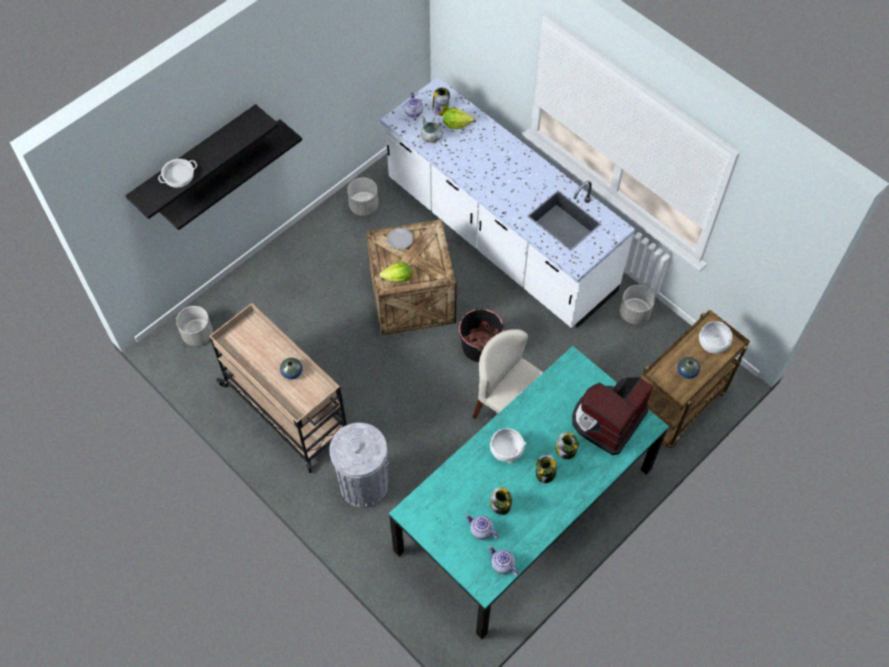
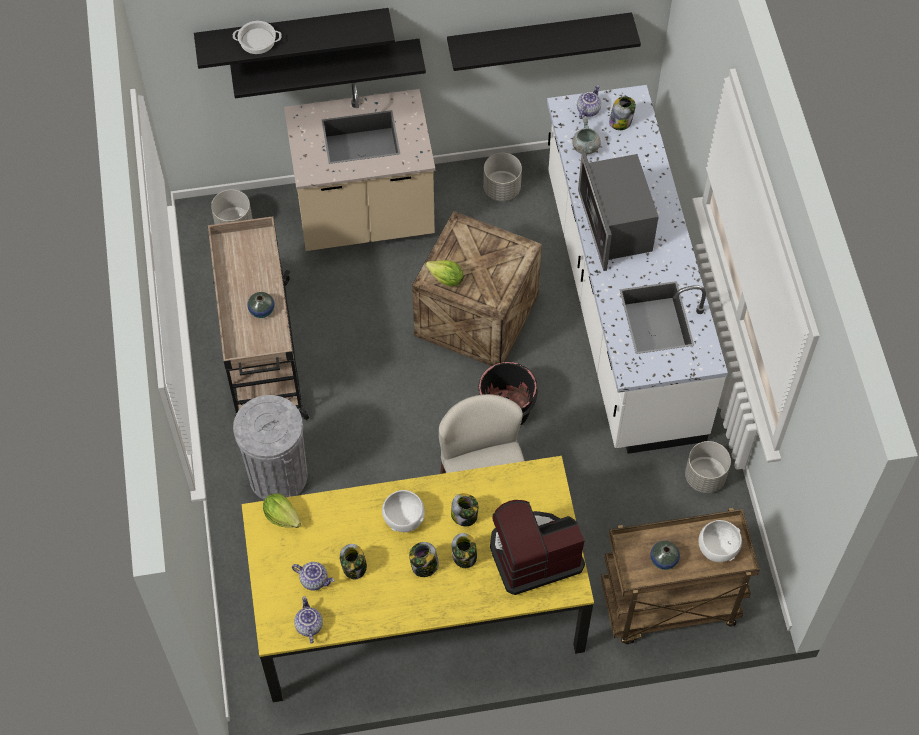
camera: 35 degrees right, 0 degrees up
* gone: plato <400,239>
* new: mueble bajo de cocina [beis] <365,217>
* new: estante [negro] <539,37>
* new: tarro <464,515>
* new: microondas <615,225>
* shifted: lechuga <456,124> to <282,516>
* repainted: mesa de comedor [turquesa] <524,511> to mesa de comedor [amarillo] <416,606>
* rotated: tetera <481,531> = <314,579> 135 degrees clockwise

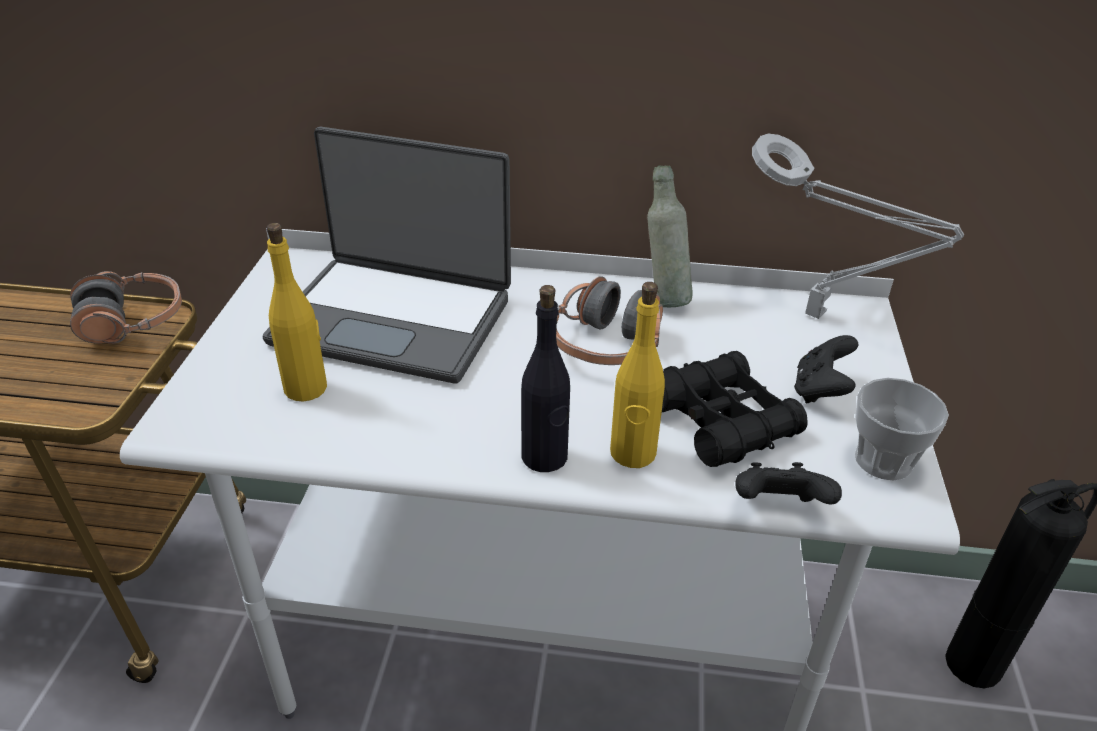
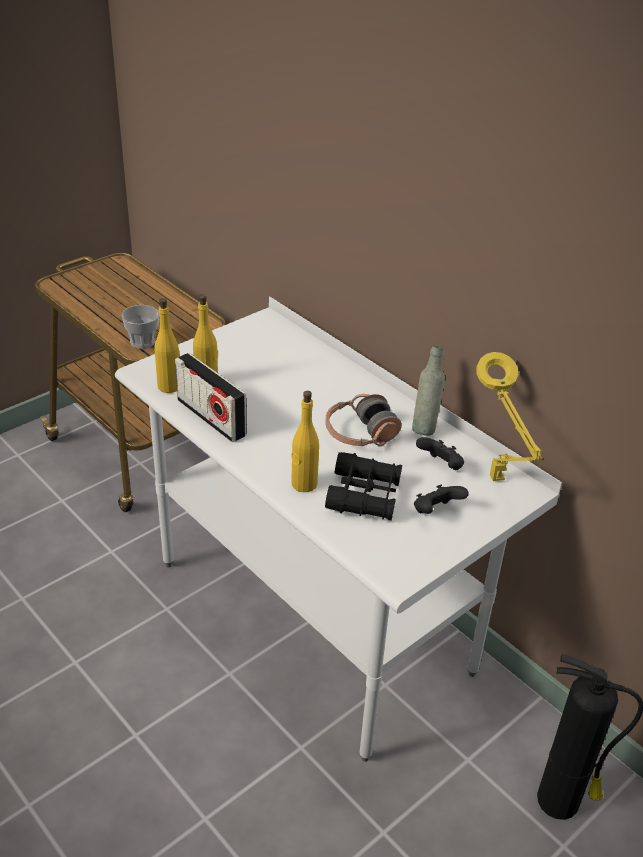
camera: 40 degrees right, 0 degrees up
* gone: auriculares <132,322>
* gone: portátil <395,318>
* gone: botella [negro] <545,457>
* new: botella [amarillo] <169,386>
* new: radio <211,417>
* shifted: mando de consola [negro] <778,507> to <440,466>
* shifted: taza <883,460> to <142,342>
* repainted: lámpara de mesa [gris] <821,317> to lámpara de mesa [amarillo] <498,481>

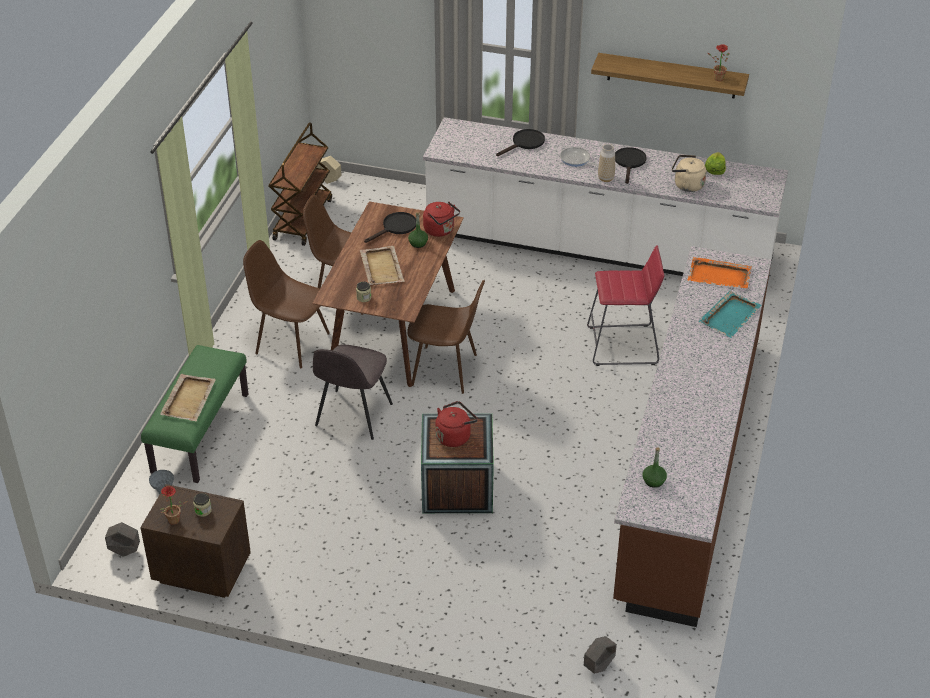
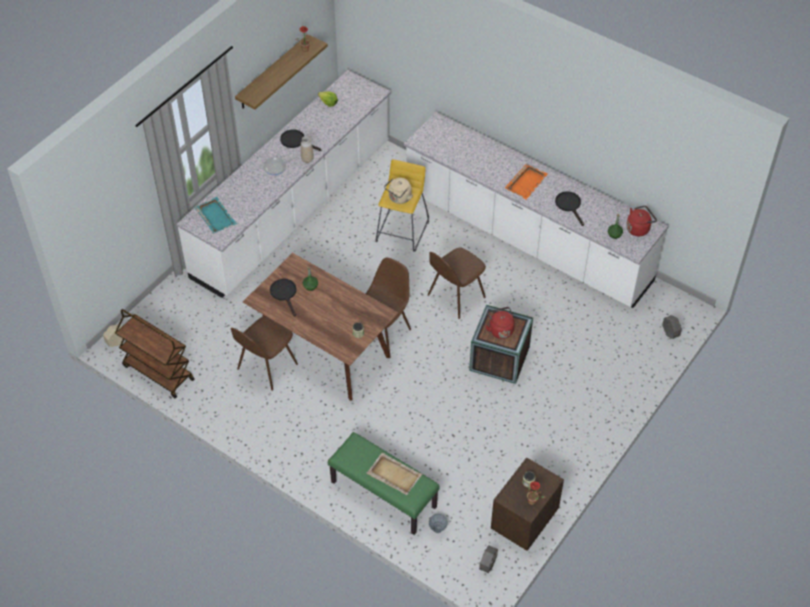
camera: 70 degrees left, 10 degrees up
* gone: silla [gris] <353,416>
* gone: bandeja [beis] <381,267>
* shifted: silla [marrón] <290,343> to <455,297>
* shifted: hervidor [rojo] <440,230> to <639,228>
* shifted: sartén [negro] <525,143> to <569,205>
* shifted: hervidor [beis] <686,185> to <399,198>
* shifted: bandeja [naranja] <720,275> to <526,182>
* shifted: bandeja [turquesa] <730,316> to <215,216>
* repainted: taburete [rojo] <622,345> to taburete [amarillo] <402,231>
* repainted: mueble bajo de cocina [marrón] <688,466> to mueble bajo de cocina [blanco] <526,238>

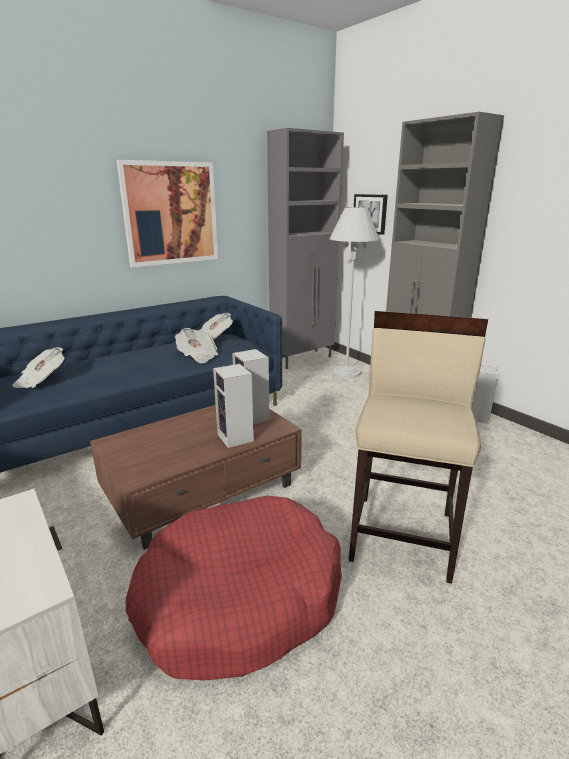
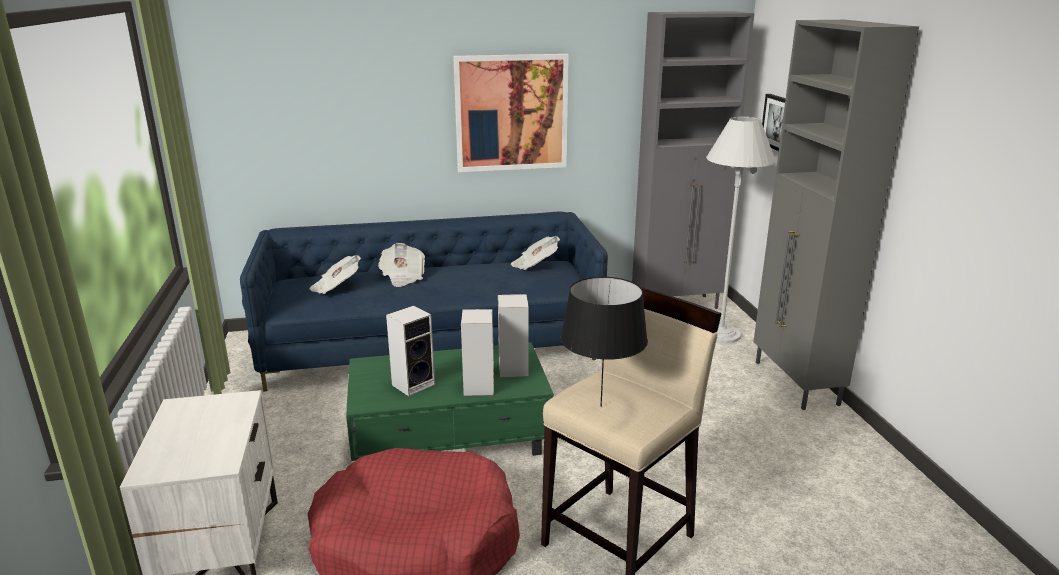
camera: 25 degrees right, 0 degrees up
* new: lámpara de mesa [negro] <601,406>
* shifted: periódico <197,356> to <402,277>
* shifted: altavoz <477,416> to <414,384>
* repainted: mesa de centro [marrón] <204,490> to mesa de centro [verde] <452,436>

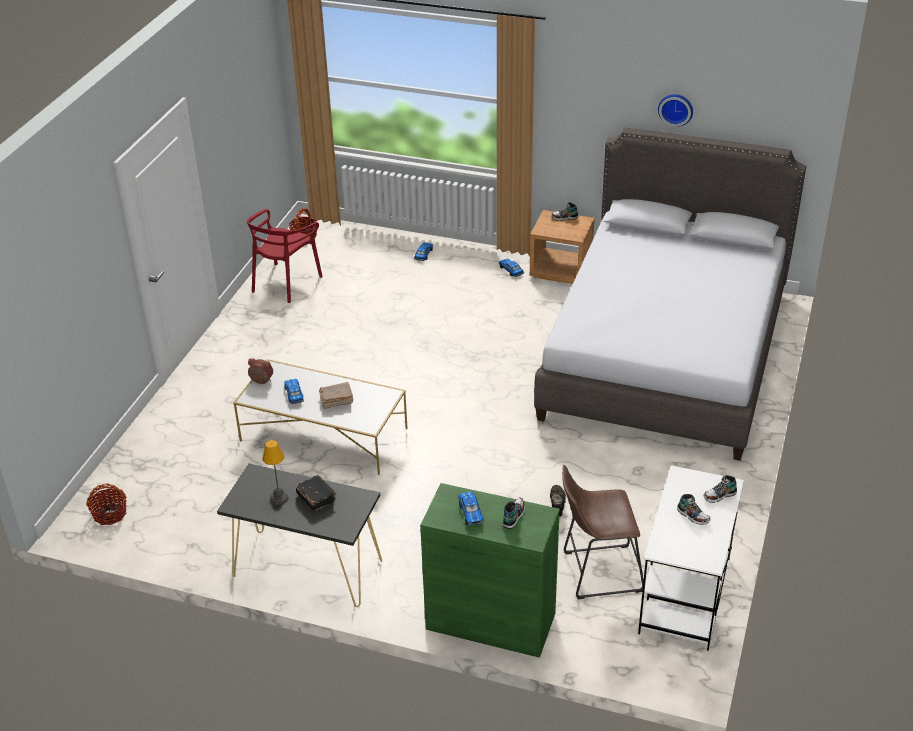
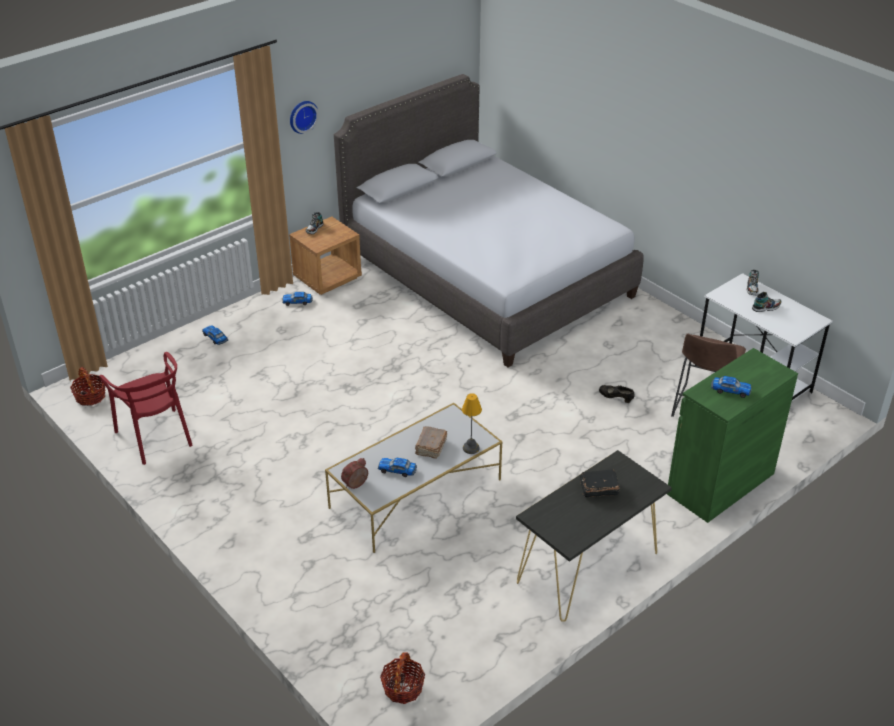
camera: 60 degrees left, 0 degrees up
* gone: zapato <513,516>
* shifted: lámpara de mesa <279,499> to <471,448>
* shifted: reloj de pared <676,109> to <302,116>

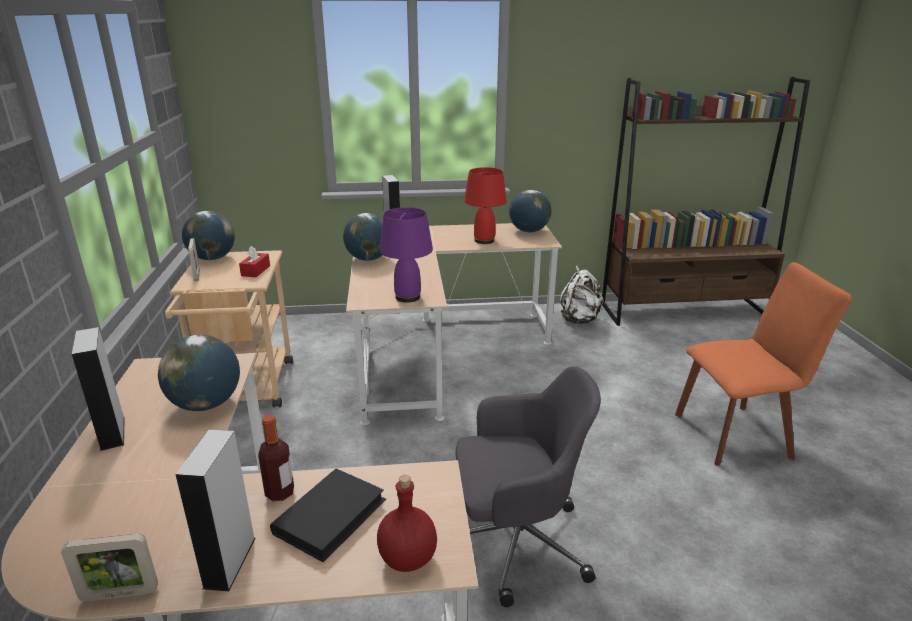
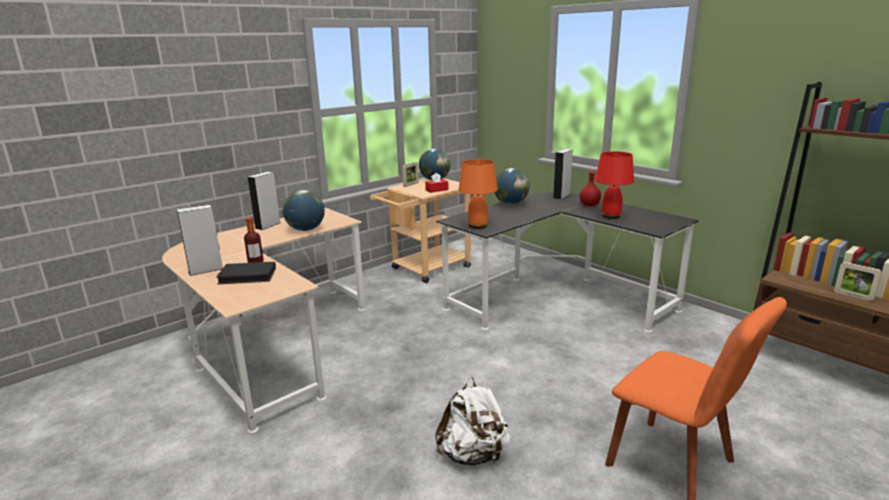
camera: 55 degrees right, 5 degrees down
* gone: silla de oficina [gris] <516,542>
* gone: globo terráqueo <529,231>
* shifted: portarretratos <120,594> to <853,296>
* shifted: botella [rojo] <409,559> to <590,205>
* shifted: mochila [blanco] <579,319> to <473,455>
* repainted: escritorio [beis] <438,351> to escritorio [negro] <557,298>
* repainted: lámpara de mesa [morado] <408,297> to lámpara de mesa [naranja] <478,226>

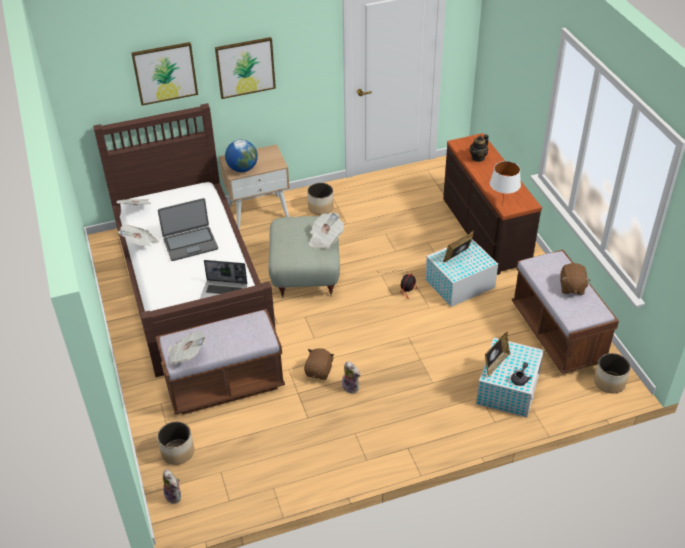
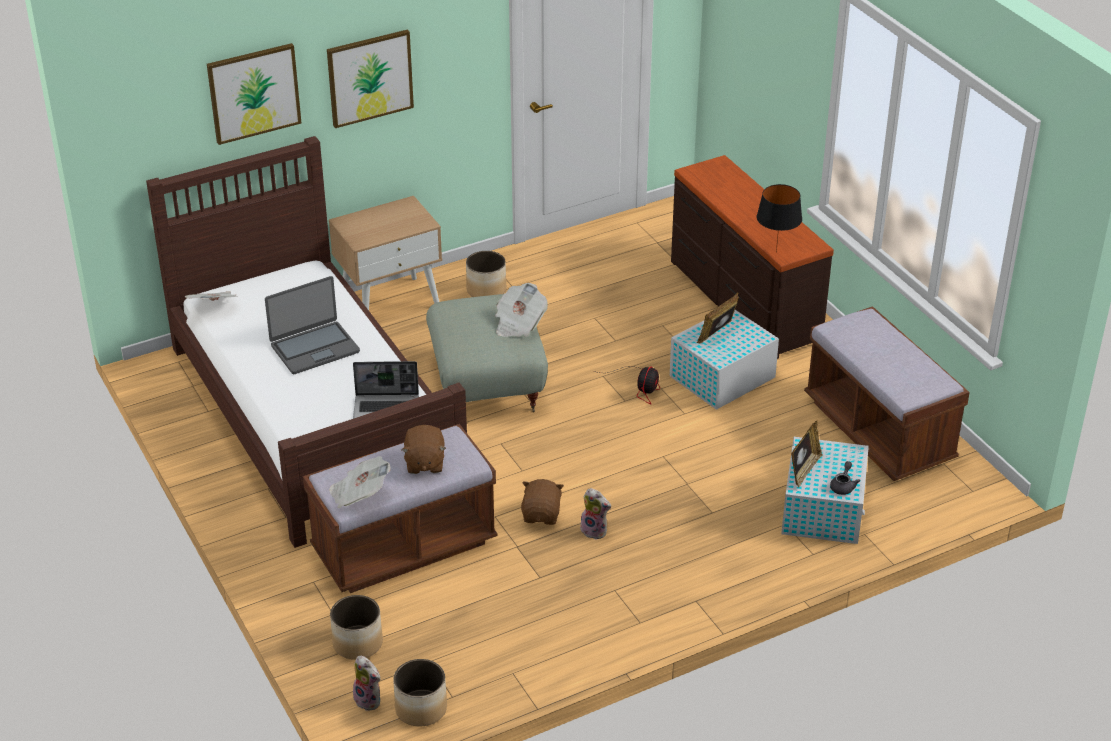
camera: 10 degrees left, 5 degrees down
* gone: periódico <140,243>
* gone: globo terráqueo <242,168>
* gone: tetera <478,157>
* shifted: peluche [marrón] <571,287> to <424,463>
* shifted: maceta <609,382> to <421,709>
* repainted: lámpara de mesa [blanco] <502,205> to lámpara de mesa [negro] <776,252>

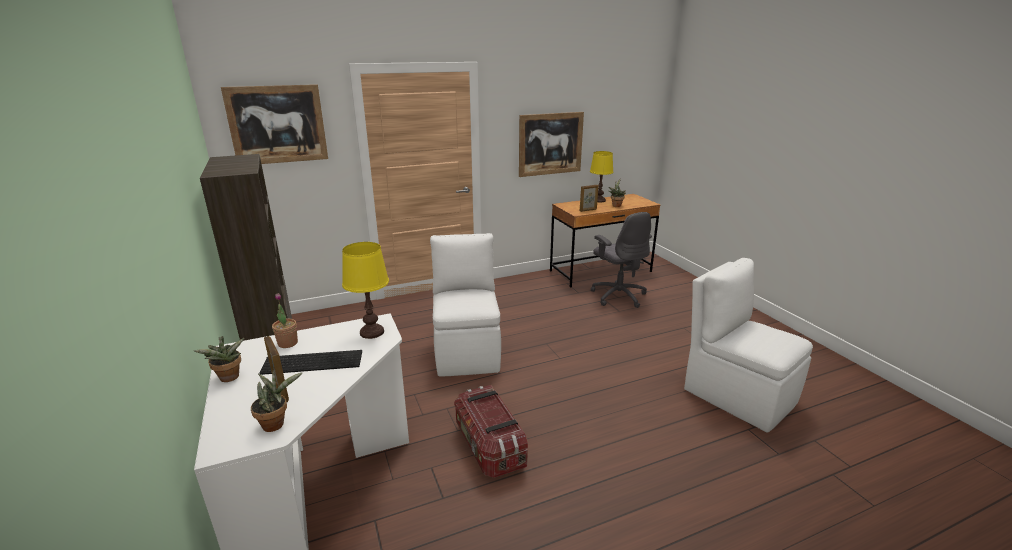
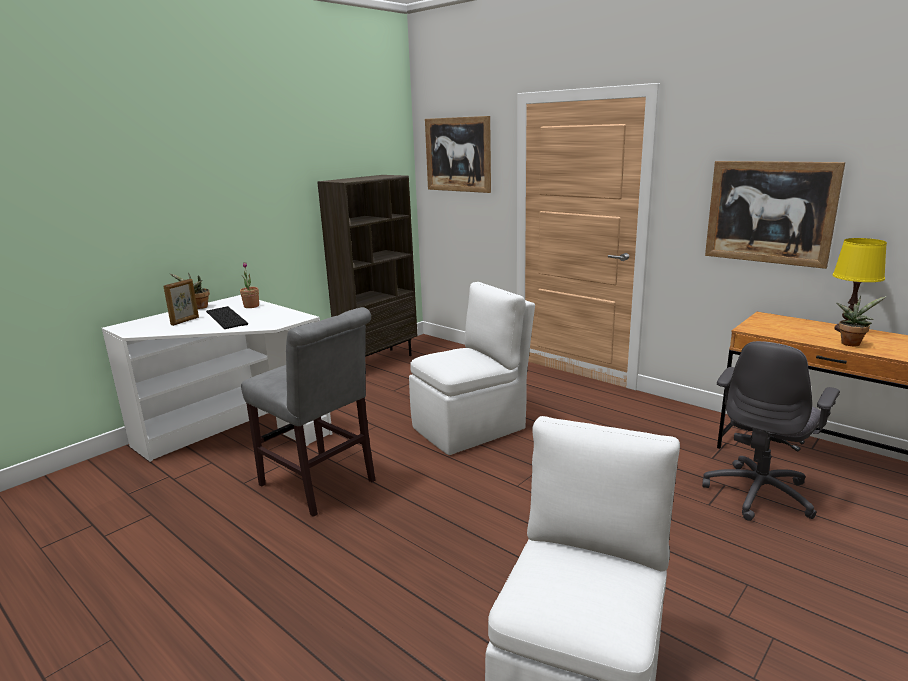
camera: 65 degrees right, 5 degrees down
* gone: planta en maceta <276,424>
* gone: lámpara de mesa [amarillo] <372,332>
* gone: portarretratos <588,210>
* swapped: caja de almacenaje <489,446> to silla [gris] <321,485>

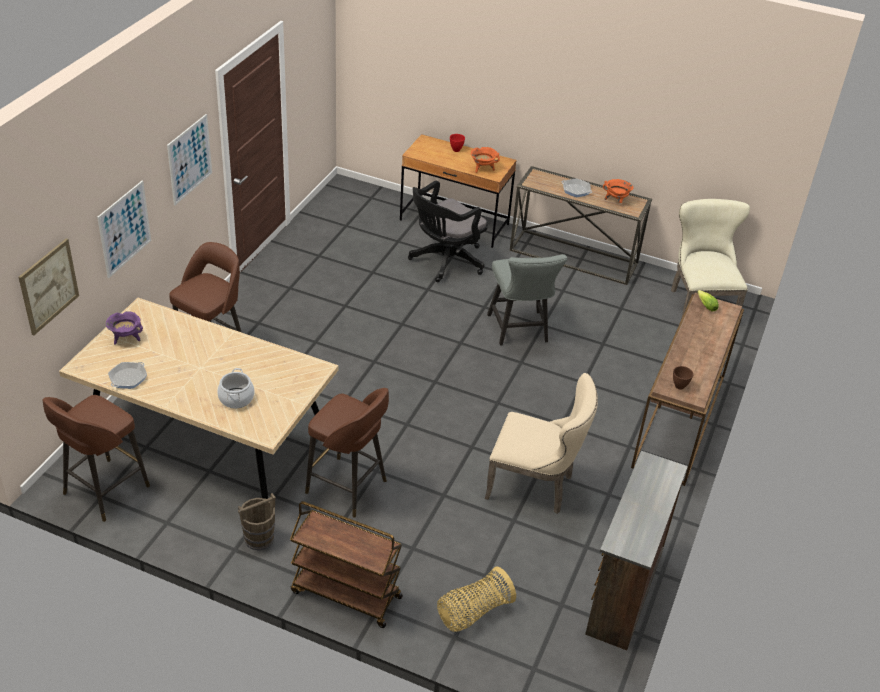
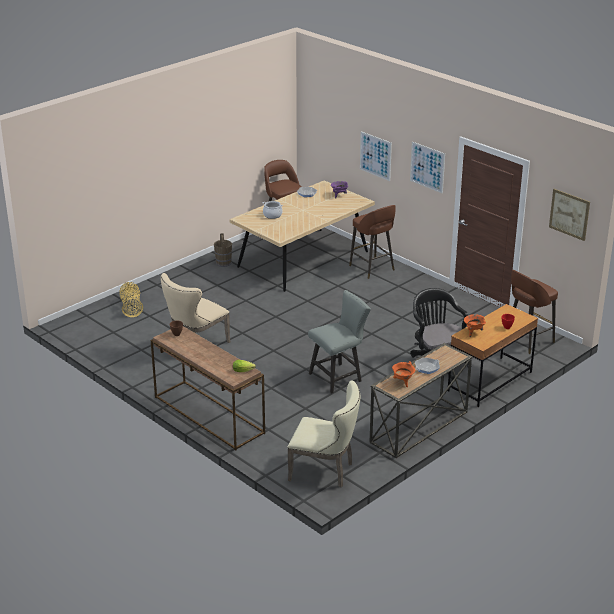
camera: 115 degrees right, 10 degrees down
* gone: carrito [marrón] <345,594>
* gone: cómoda [marrón] <622,592>
* shifted: cuadro <49,286> to <569,214>
* shifted: taburete [marrón] <348,488> to <527,341>
* rotated: silla [gris] <519,331> = <338,376> 135 degrees clockwise

